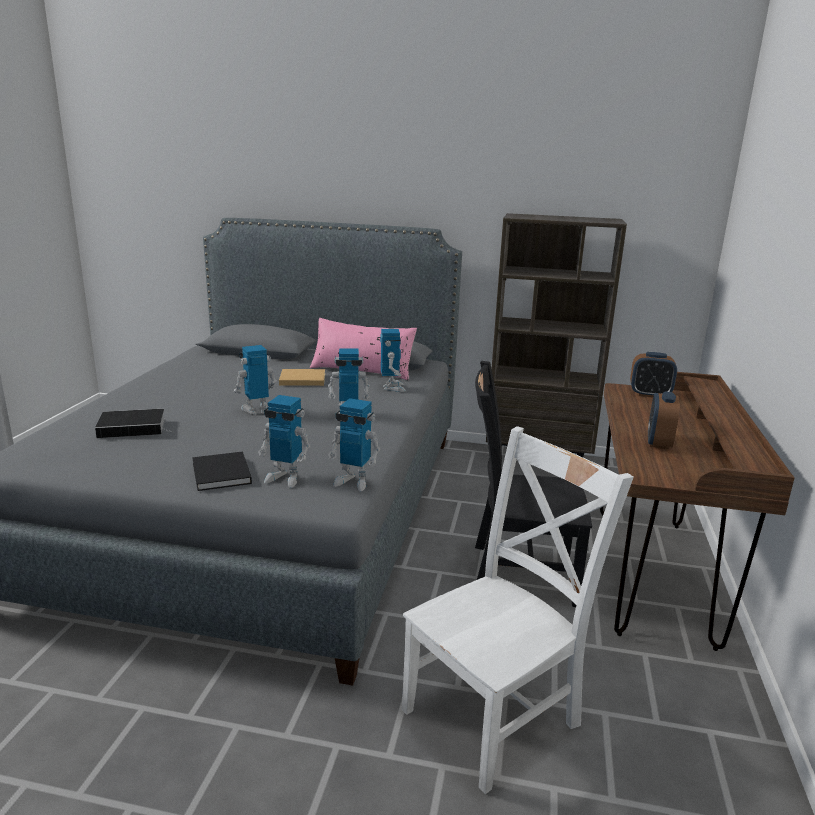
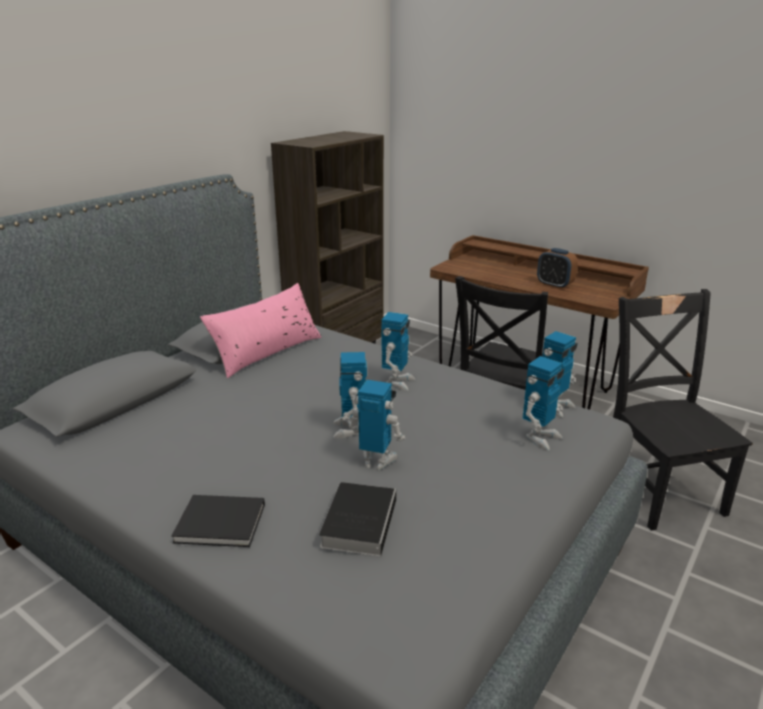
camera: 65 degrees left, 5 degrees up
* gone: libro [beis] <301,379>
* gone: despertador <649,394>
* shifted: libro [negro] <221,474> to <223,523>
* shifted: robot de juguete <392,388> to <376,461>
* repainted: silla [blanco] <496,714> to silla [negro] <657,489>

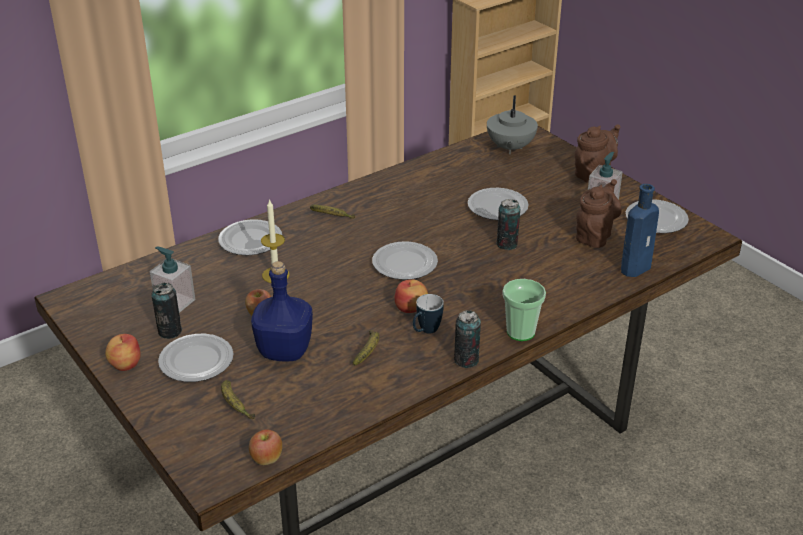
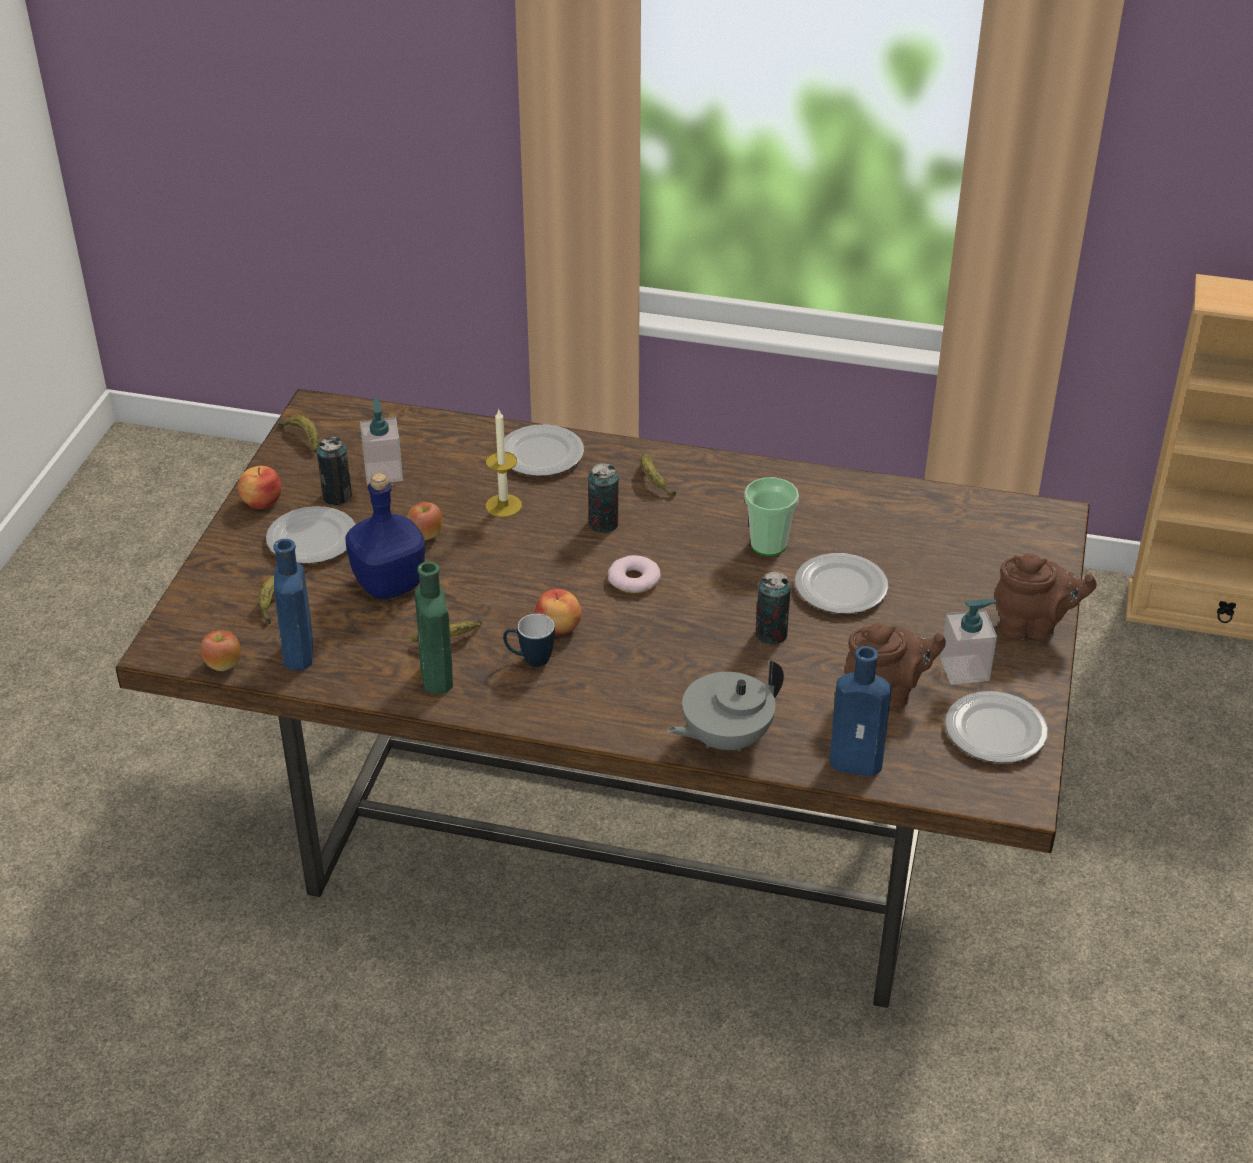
camera: 50 degrees right, 5 degrees up
* new: botella [azul] <299,656>
* new: plátano <303,438>
* new: botella [verde] <437,679>
* shifted: lata <466,360> to <603,524>
* shifted: tetera [gris] <509,148> to <725,738>
* shifted: taza <520,332> to <768,544>
* swapped: plato <404,263> to rosquilla <634,579>

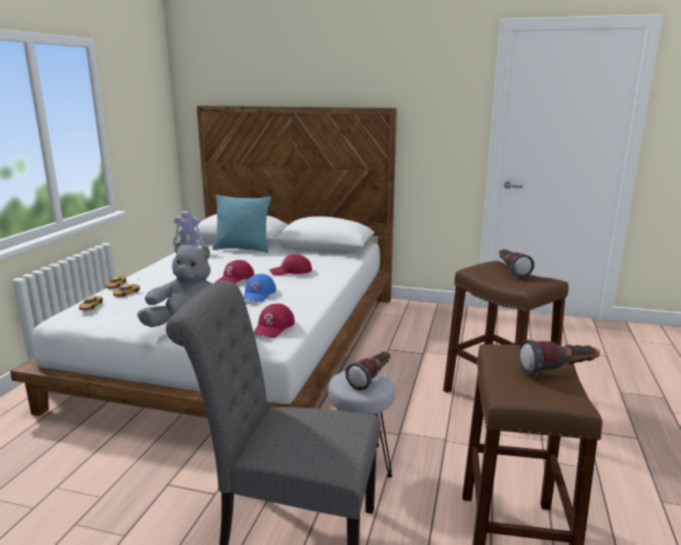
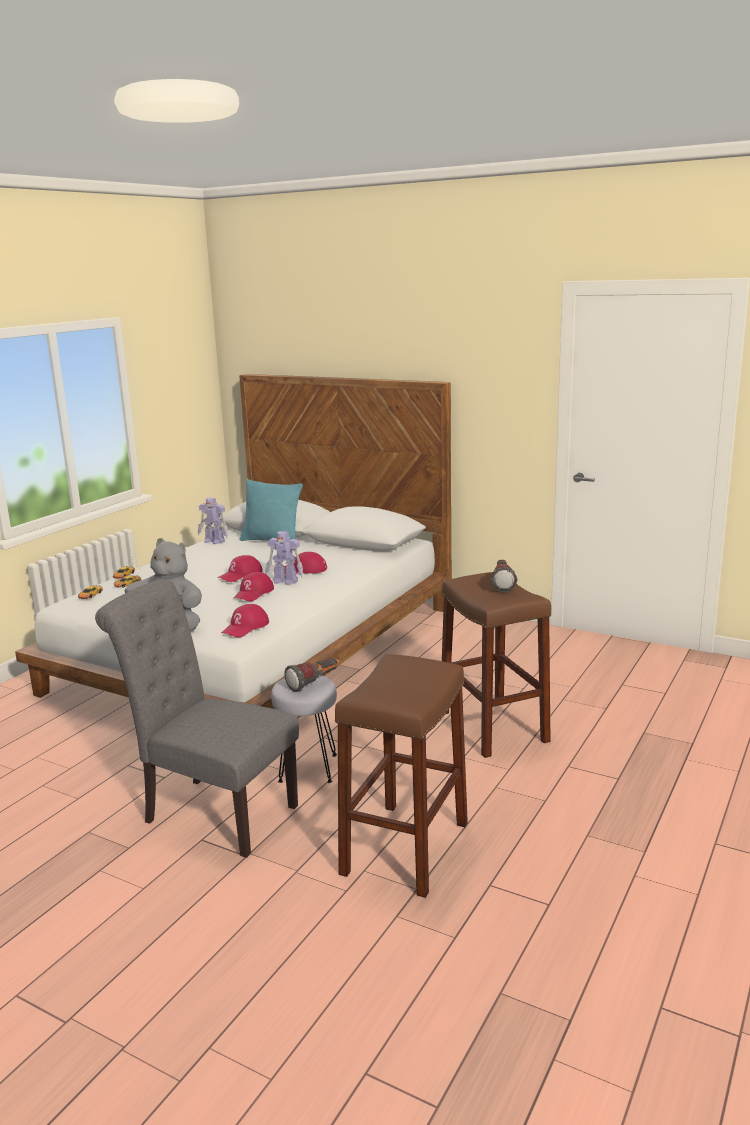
camera: 15 degrees right, 0 degrees up
* gone: linterna <558,371>
* new: robot de juguete <286,581>
* repainted: gorra [azul] <259,294> to gorra [rojo] <254,593>

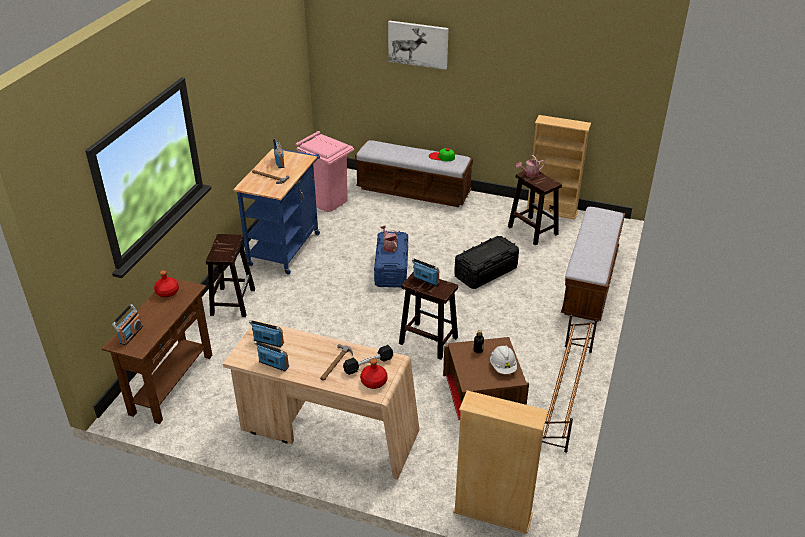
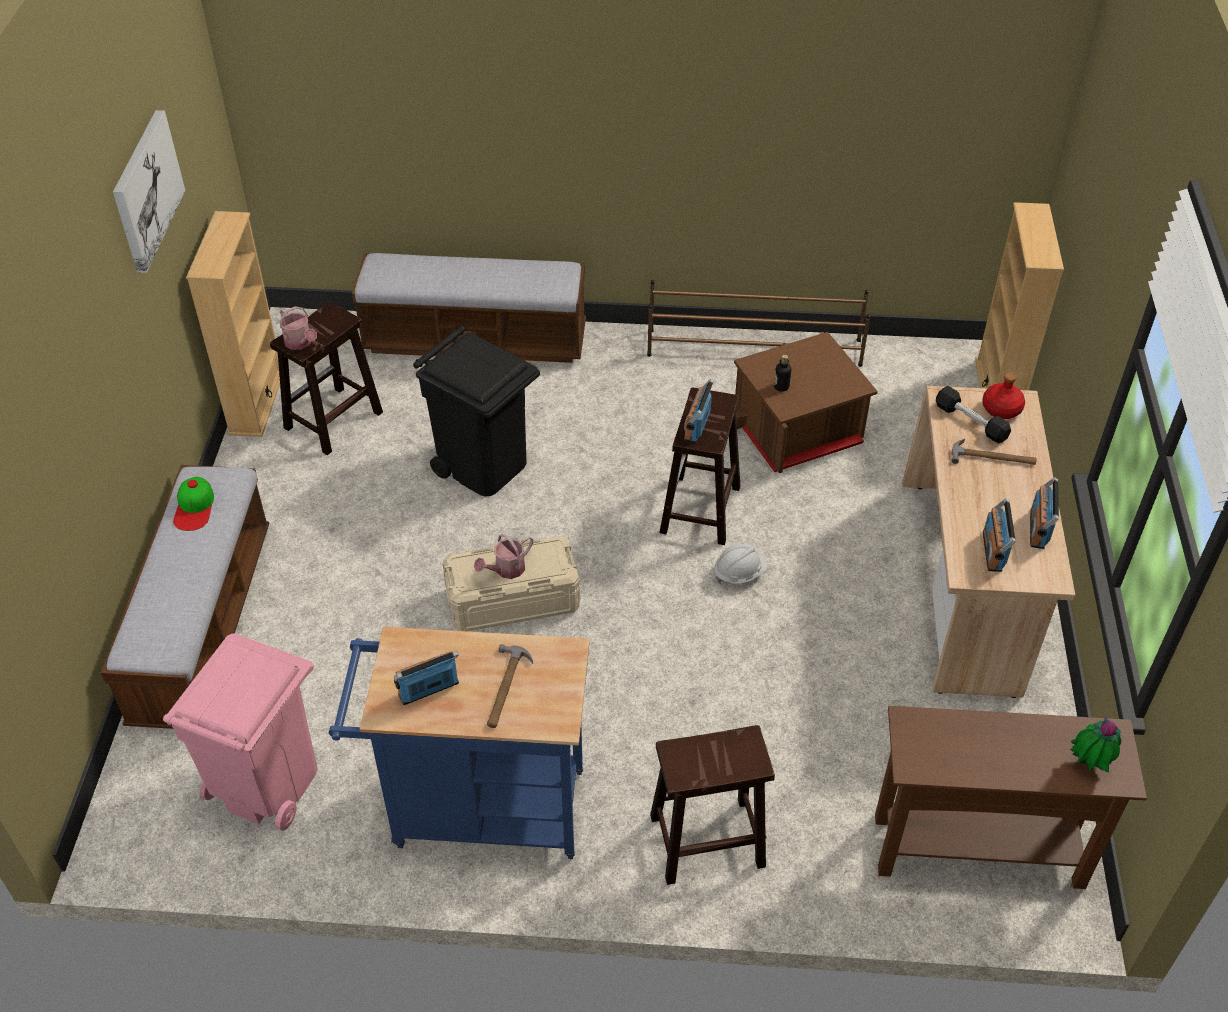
camera: 105 degrees left, 10 degrees up
* gone: botella [rojo] <167,292>
* shifted: cuadro <418,44> to <146,190>
* shifted: casco [blanco] <503,366> to <739,573>
* swapped: radio <130,335> to planta en maceta <1087,766>
* swapped: caja de almacenaje [negro] <486,272> to papelera [negro] <484,466>
* repainted: caja de almacenaje [azul] <391,269> to caja de almacenaje [beis] <512,600>

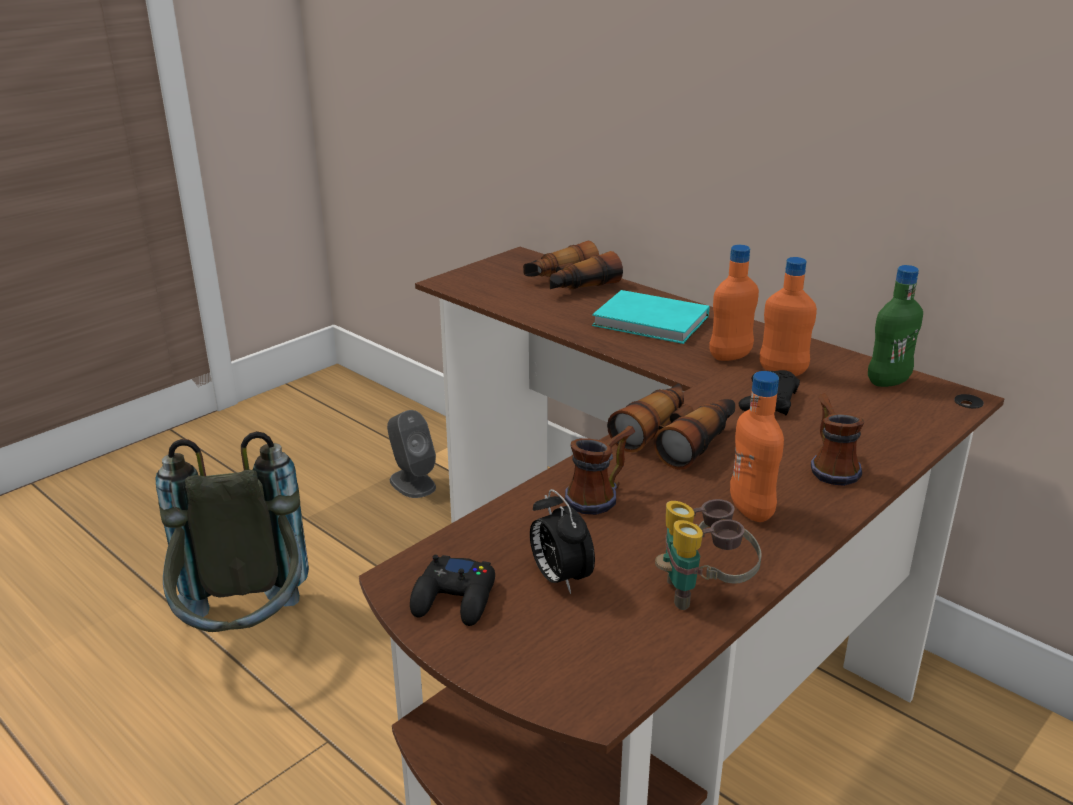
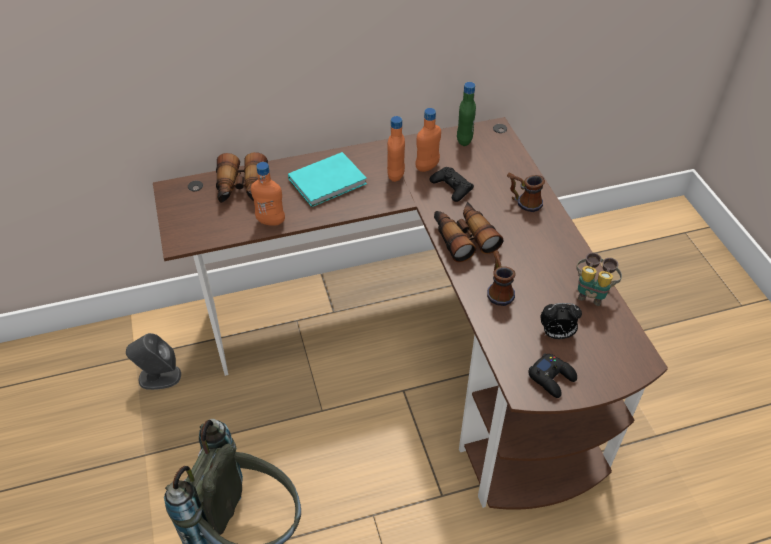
camera: 60 degrees left, 20 degrees up
* shifted: botella [naranja] <751,510> to <271,221>

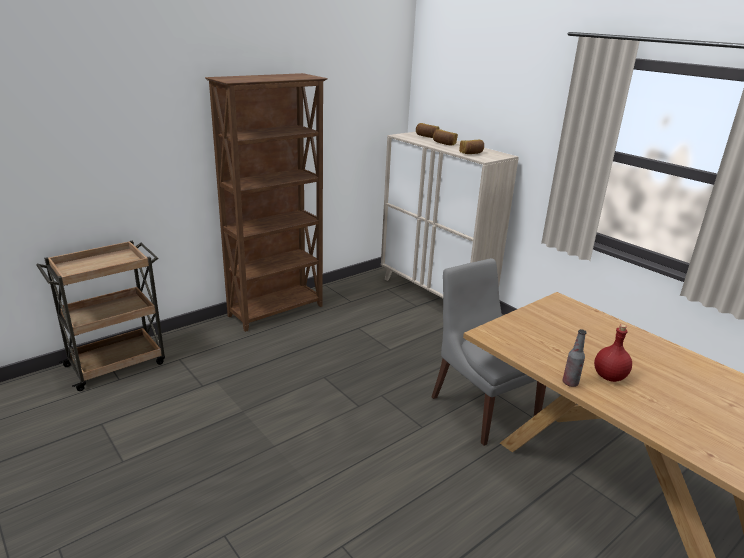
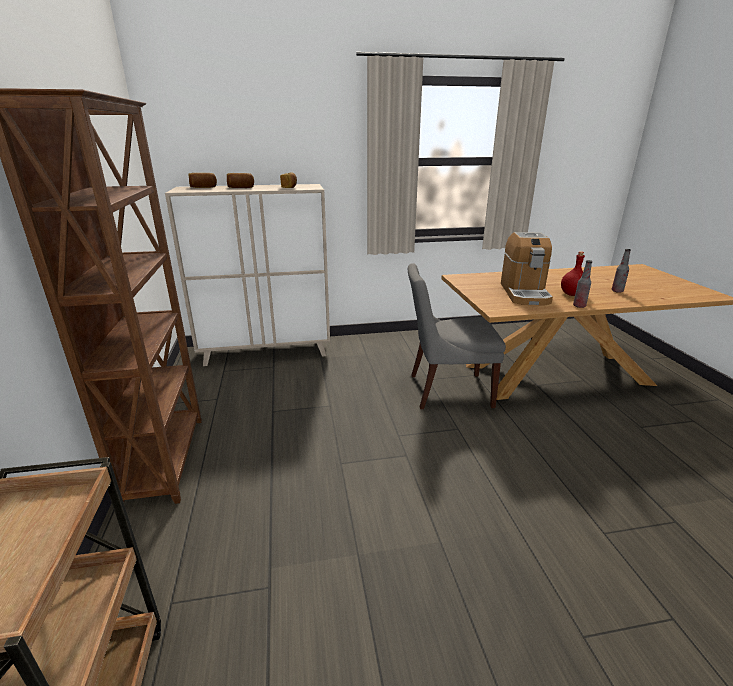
camera: 60 degrees left, 0 degrees up
* new: cafetera <524,293>
* new: botella <617,291>

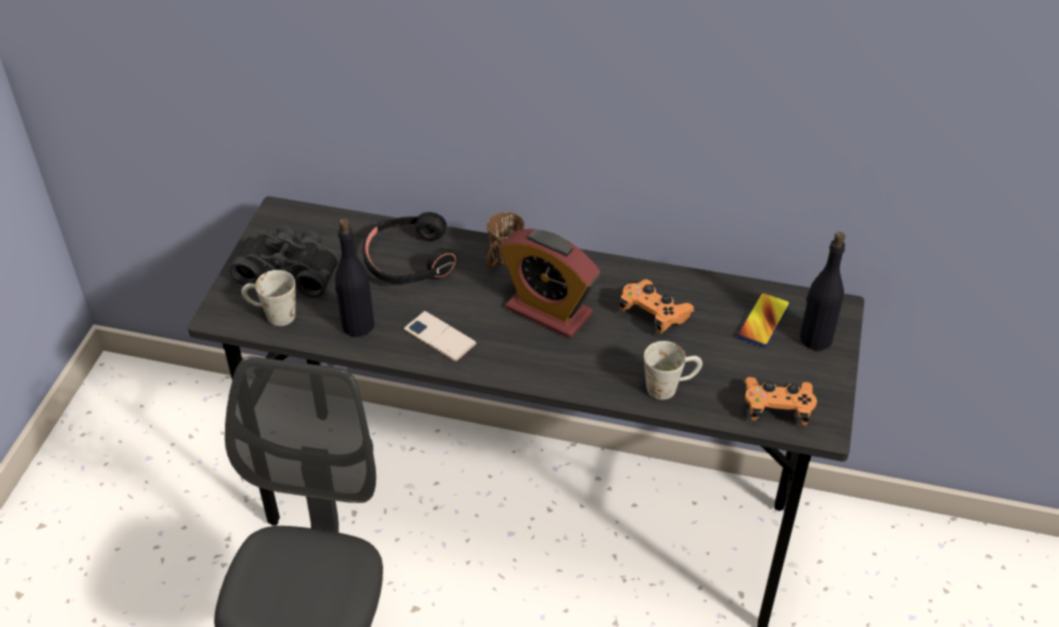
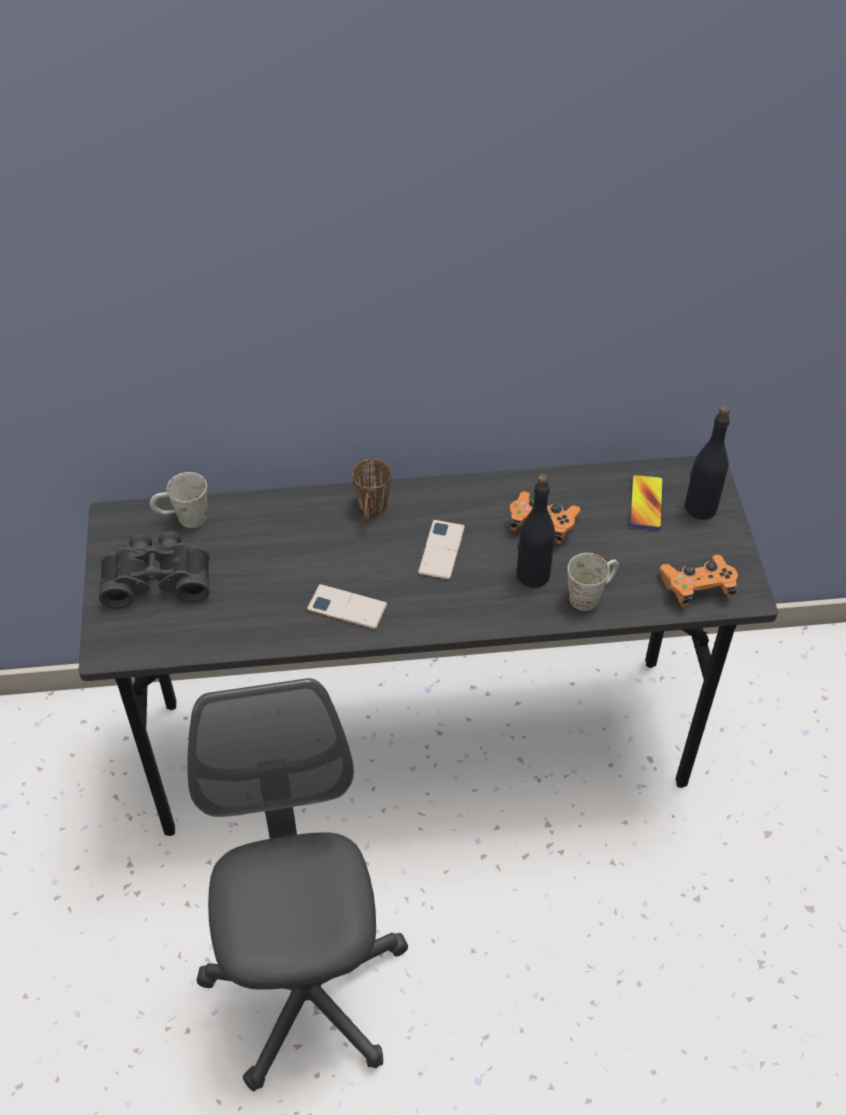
camera: 20 degrees left, 5 degrees up
* gone: auriculares [negro] <409,260>
* shifted: taza grande [blanco] <272,315> to <183,518>
* shifted: botella [negro] <357,325> to <532,575>
* swapped: despertador <548,311> to móvil <441,550>

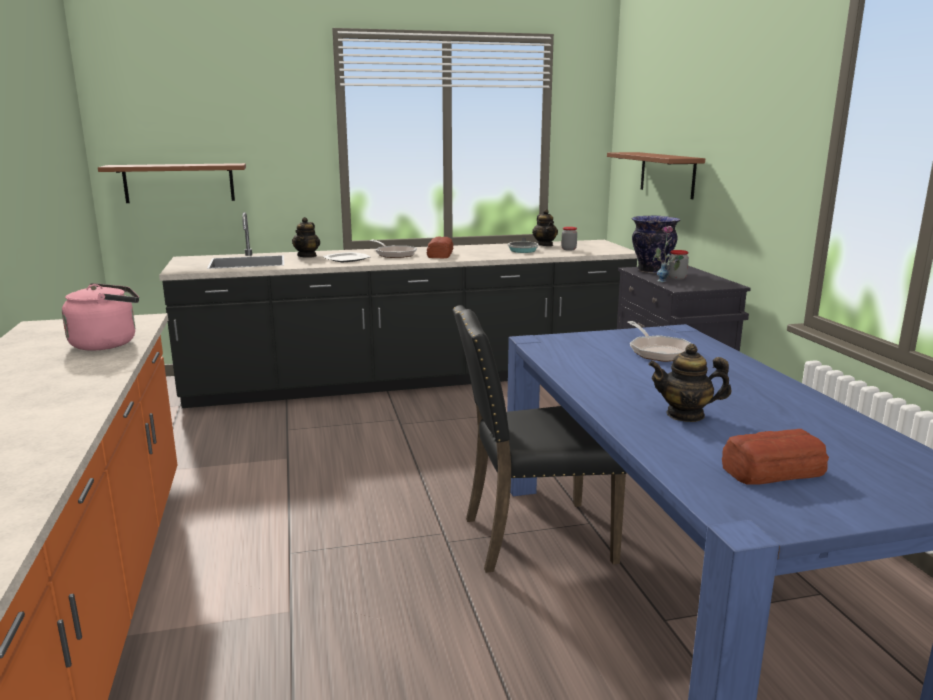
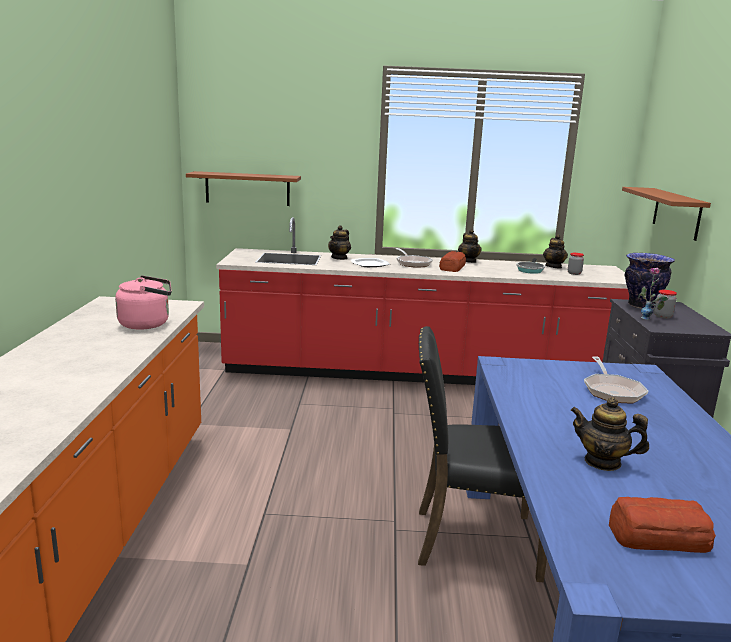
camera: 15 degrees right, 0 degrees up
* new: tetera <468,261>
* repainted: mueble bajo de cocina [negro] <413,380> to mueble bajo de cocina [rojo] <418,373>

